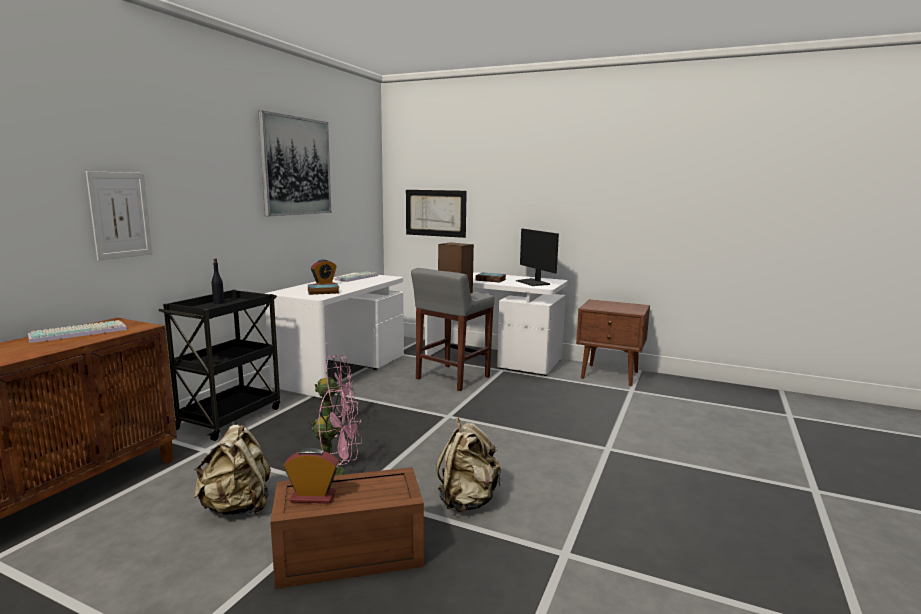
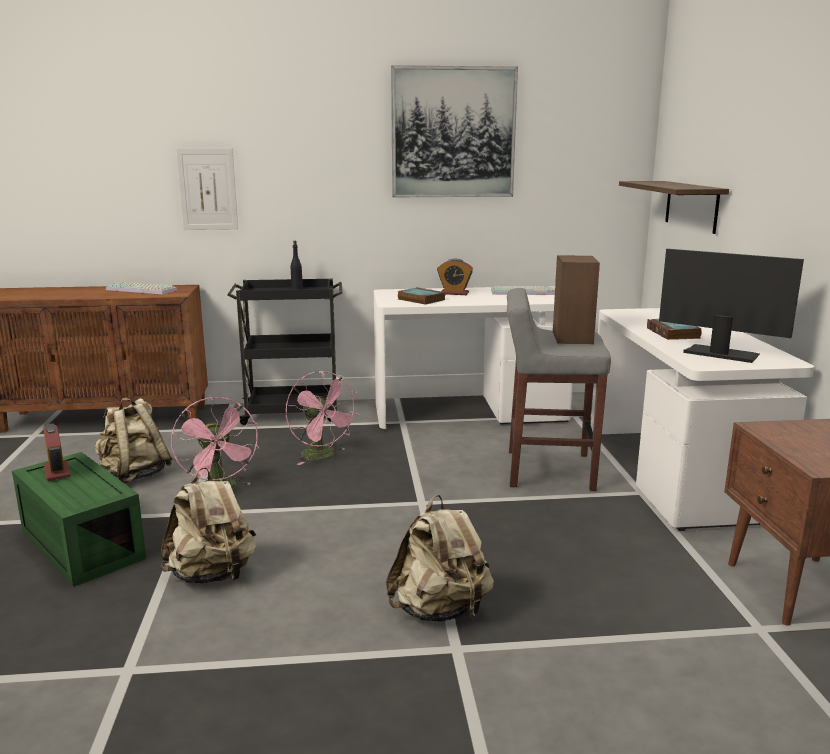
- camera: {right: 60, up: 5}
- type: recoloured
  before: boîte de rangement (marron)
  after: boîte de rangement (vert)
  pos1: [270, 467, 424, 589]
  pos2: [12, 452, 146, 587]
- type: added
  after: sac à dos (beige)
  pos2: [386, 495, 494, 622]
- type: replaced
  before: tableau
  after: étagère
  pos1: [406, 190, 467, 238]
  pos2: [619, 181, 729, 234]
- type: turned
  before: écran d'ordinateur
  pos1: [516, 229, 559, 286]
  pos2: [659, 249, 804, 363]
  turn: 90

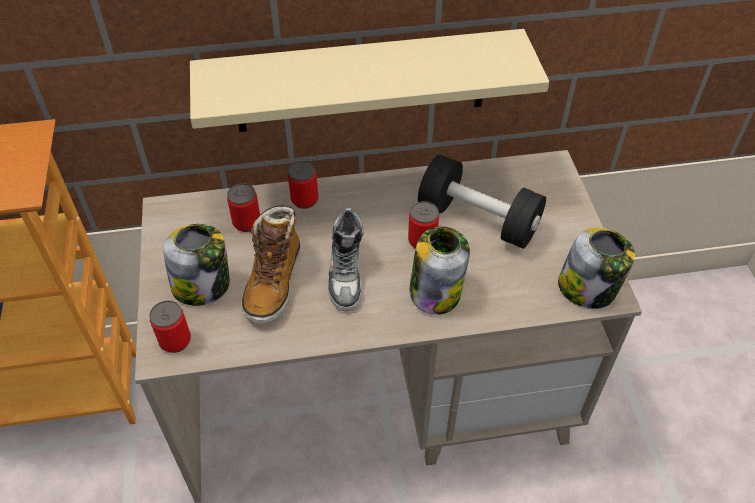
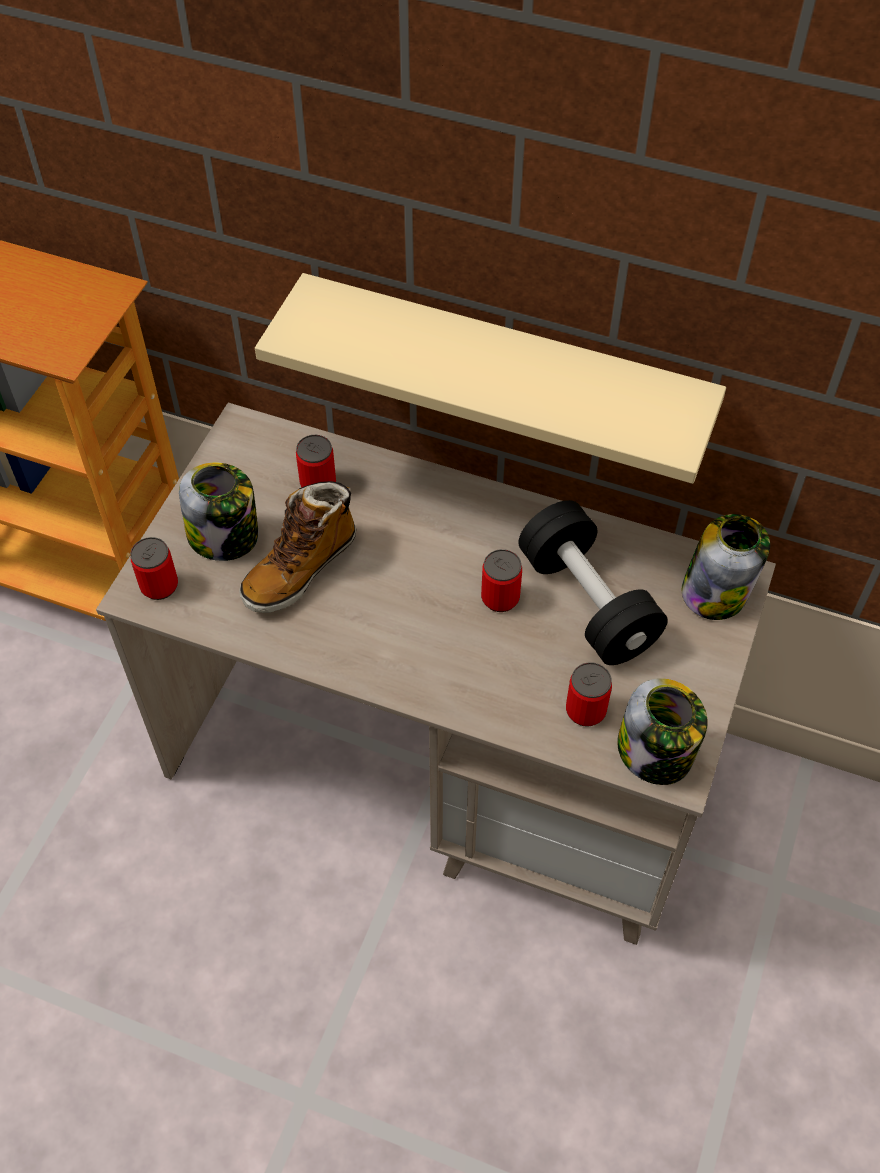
- camera: {right: 30, up: 5}
- type: moved
  before: boîte métallique
  pos1: [288, 161, 318, 209]
  pos2: [566, 662, 612, 727]
- type: moved
  before: bocal
  pos1: [409, 226, 470, 315]
  pos2: [681, 514, 770, 620]
- type: removed
  before: chaussure
  pos1: [328, 208, 364, 311]

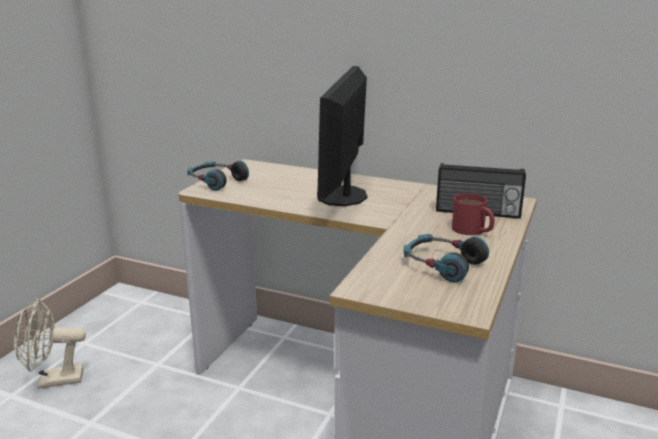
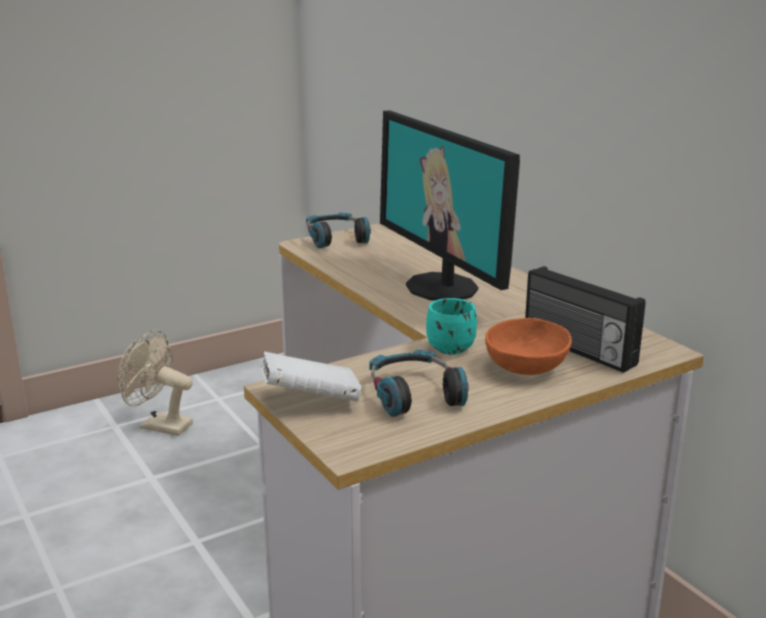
- camera: {right: 35, up: 0}
- type: added
  after: livre (blanc)
  pos2: [260, 352, 361, 402]
- type: turned
  before: écran d'ordinateur
  pos1: [317, 66, 367, 206]
  pos2: [380, 110, 520, 301]
  turn: -75
- type: added
  after: mug (turquoise)
  pos2: [426, 298, 477, 355]
- type: replaced
  before: mug (rouge)
  after: bol (orange)
  pos1: [452, 193, 495, 235]
  pos2: [485, 318, 572, 375]

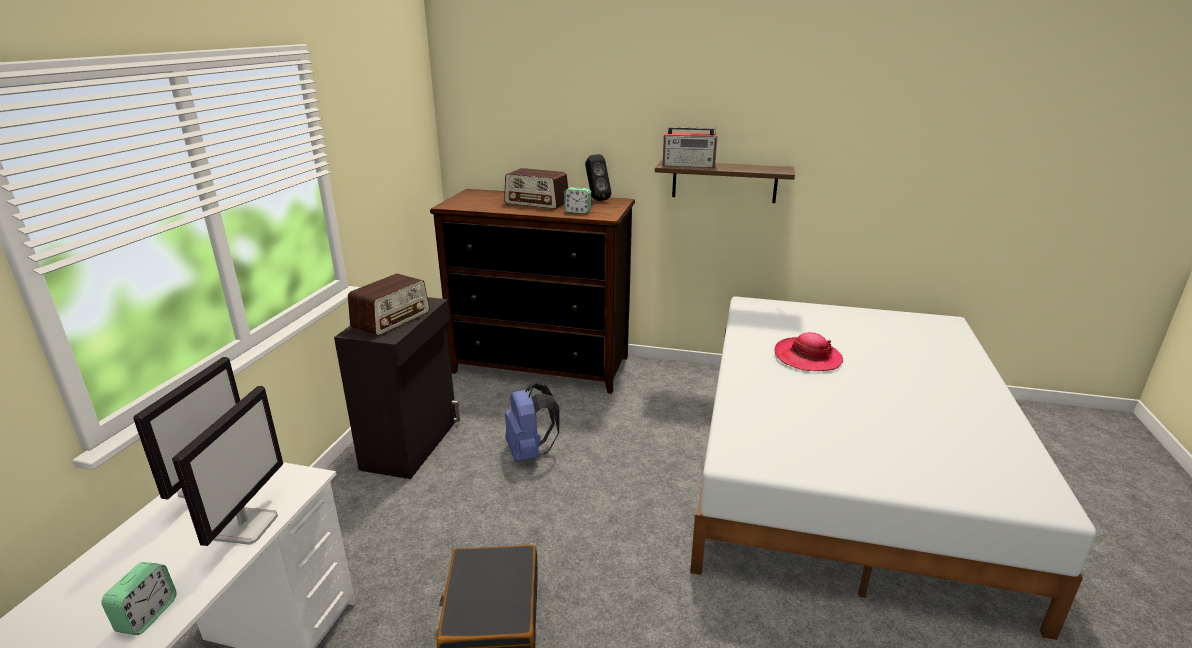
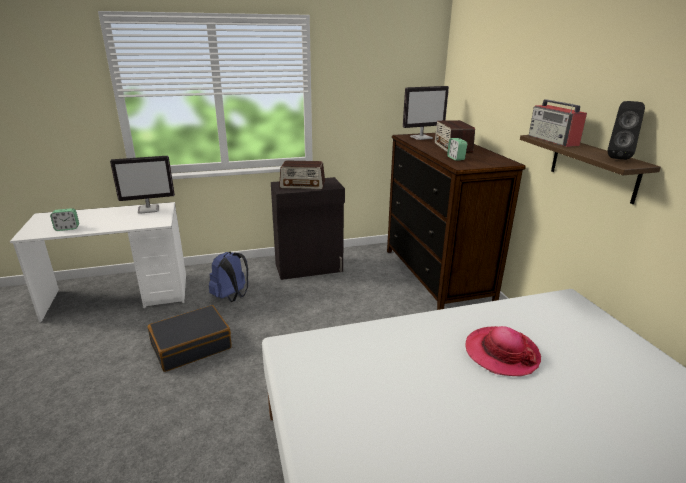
- camera: {right: 60, up: 0}
- type: moved
  before: sac à dos (bleu)
  pos1: [505, 383, 560, 462]
  pos2: [209, 252, 248, 302]
- type: moved
  before: écran d'ordinateur
  pos1: [172, 386, 283, 546]
  pos2: [403, 86, 449, 140]
- type: moved
  before: enceinte (noir)
  pos1: [585, 154, 611, 201]
  pos2: [608, 101, 645, 160]

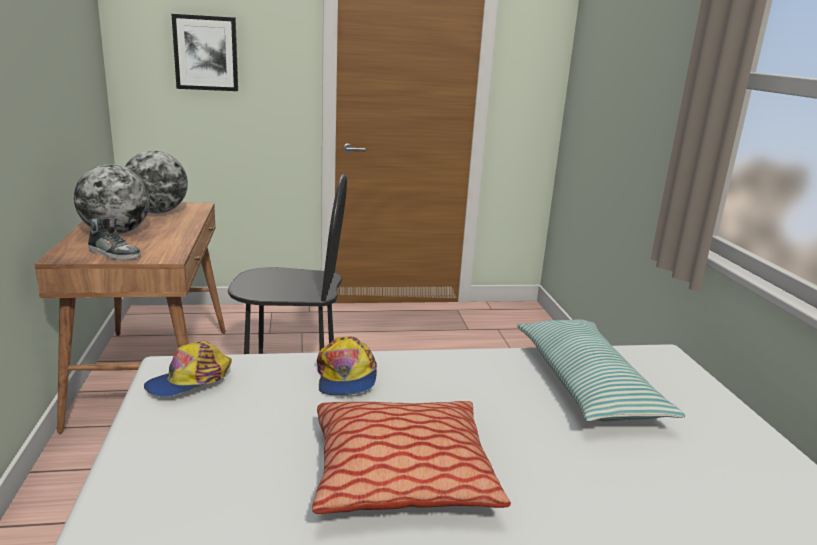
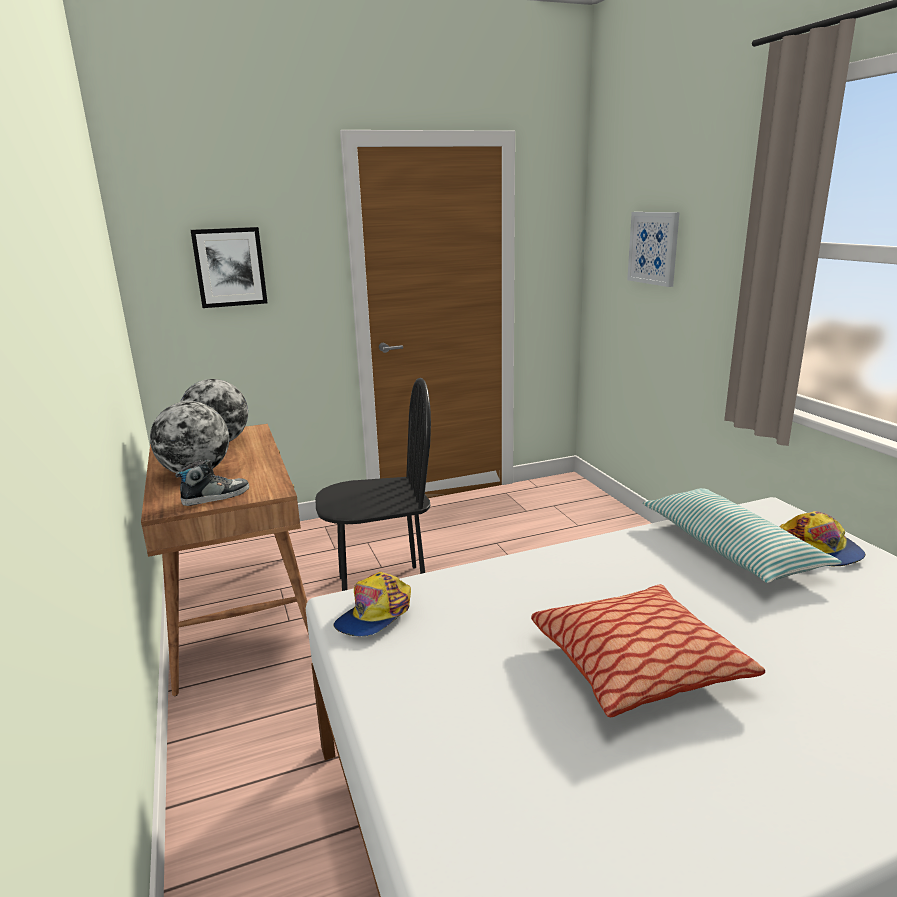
- camera: {right: -10, up: 0}
- type: turned
  before: chaussure
  pos1: [88, 216, 141, 260]
  pos2: [175, 460, 249, 506]
  turn: -45
- type: added
  after: tableau
  pos2: [627, 212, 680, 287]
- type: moved
  before: casquette
  pos1: [317, 336, 377, 396]
  pos2: [780, 511, 866, 566]

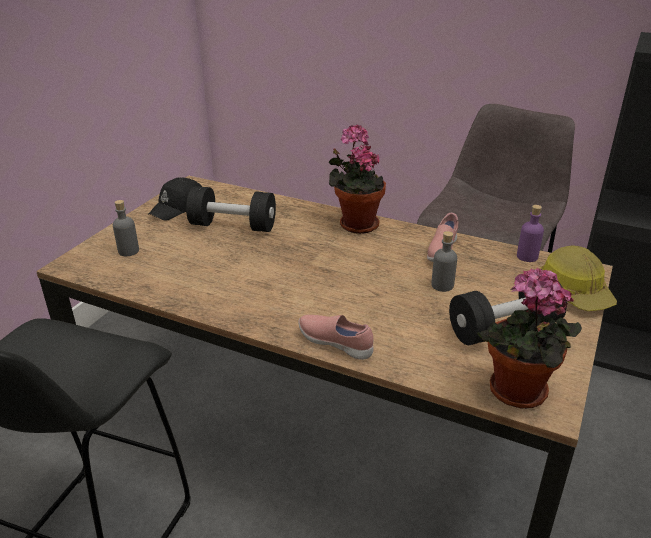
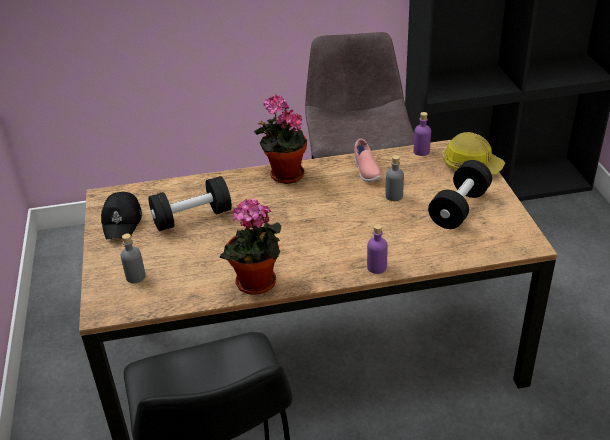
- camera: {right: -35, up: 5}
- type: moved
  before: plante en pot
  pos1: [477, 268, 582, 409]
  pos2: [219, 198, 281, 295]
- type: replaced
  before: chaussure (rose)
  after: bouteille (violet)
  pos1: [298, 315, 374, 360]
  pos2: [367, 224, 388, 274]

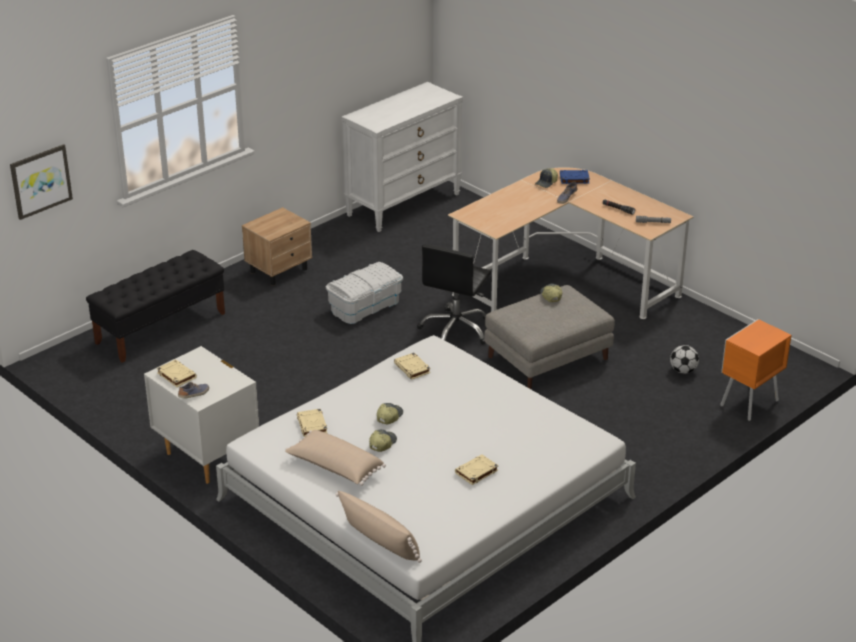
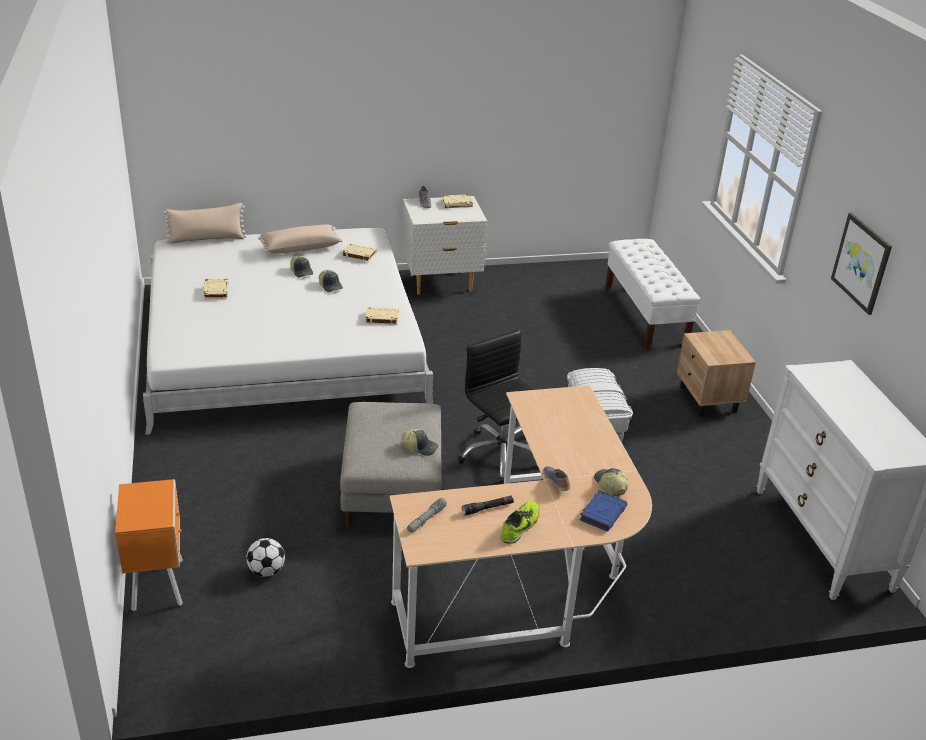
- camera: {right: 120, up: 0}
- type: added
  after: chaussure
  pos2: [501, 501, 540, 544]
- type: recoloured
  before: banc (noir)
  after: banc (blanc)
  pos1: [86, 250, 225, 363]
  pos2: [605, 239, 701, 349]
- type: moved
  before: tableau
  pos1: [10, 144, 73, 220]
  pos2: [831, 213, 892, 315]

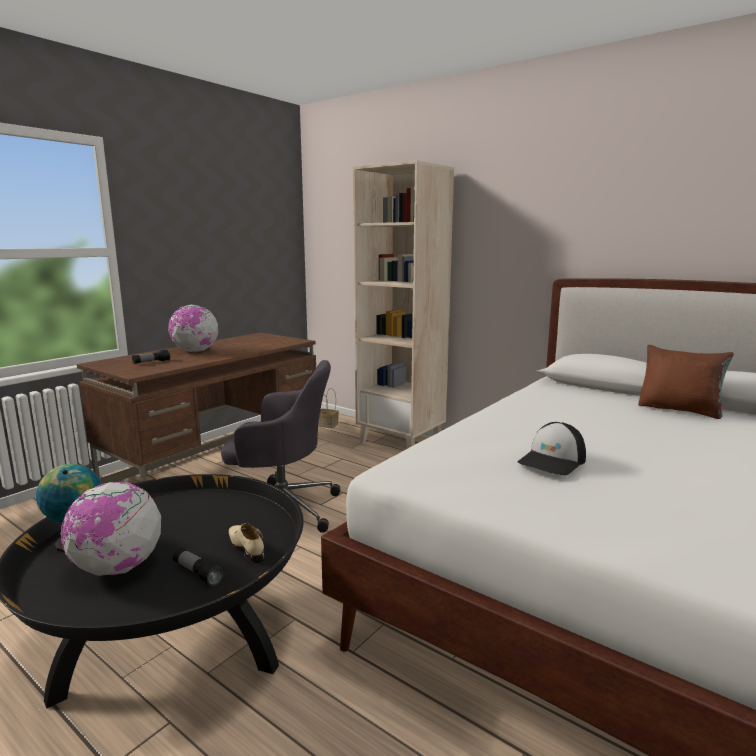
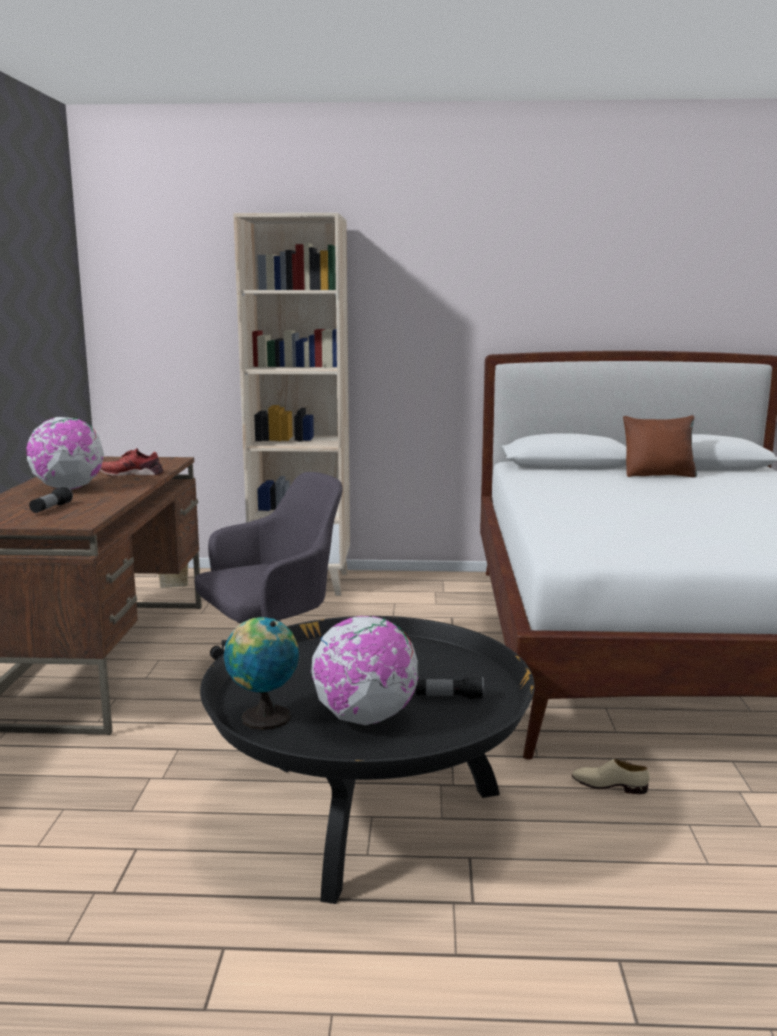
- camera: {right: -35, up: 0}
- type: added
  after: chaussure (rouge)
  pos2: [100, 448, 163, 476]
- type: moved
  before: chaussure (beige)
  pos1: [229, 523, 265, 563]
  pos2: [572, 759, 650, 794]
- type: removed
  before: casquette
  pos1: [517, 422, 586, 476]

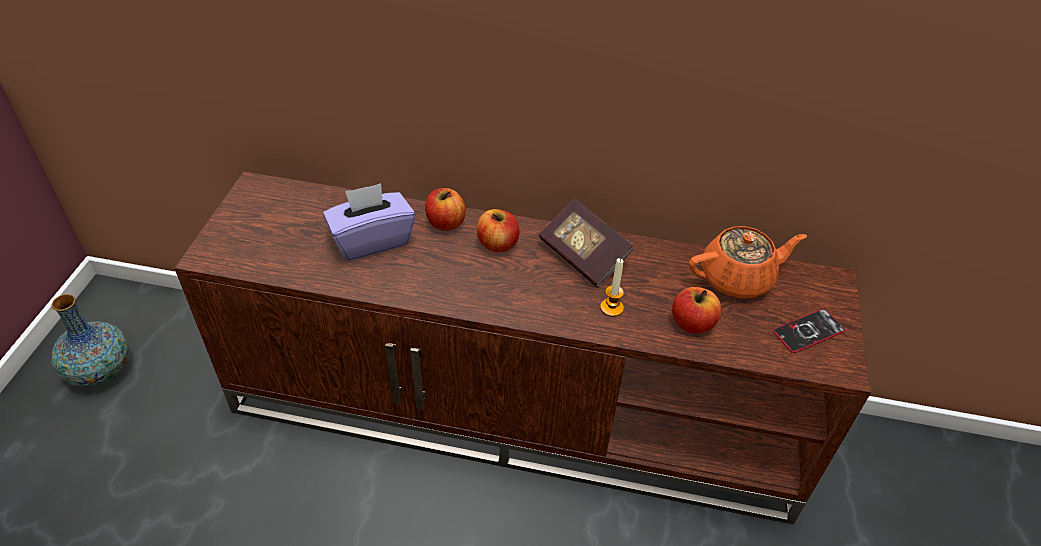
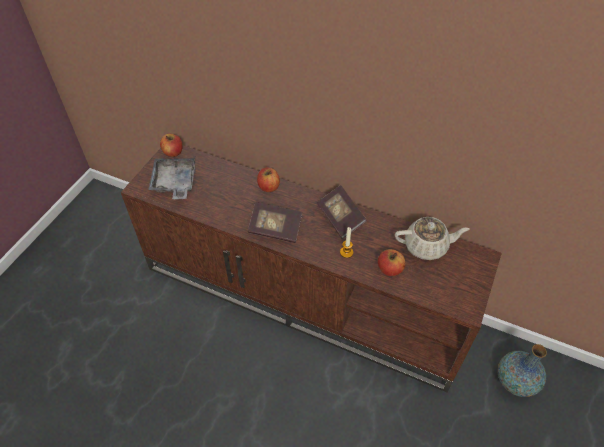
- camera: {right: 15, up: 5}
- type: added
  after: plateau (gris)
  pos2: [148, 158, 196, 199]
- type: moved
  before: pomme
  pos1: [477, 209, 519, 252]
  pos2: [160, 134, 183, 157]
- type: added
  after: livre
  pos2: [248, 202, 302, 243]
- type: recoloured
  before: théière (orange)
  after: théière (beige)
  pos1: [689, 226, 807, 298]
  pos2: [395, 217, 469, 260]
- type: moved
  before: vase
  pos1: [51, 294, 129, 387]
  pos2: [497, 344, 547, 397]
- type: removed
  before: boîte à mouchoirs (violet)
  pos1: [323, 183, 415, 261]
- type: removed
  before: téléphone
  pos1: [773, 309, 845, 353]

